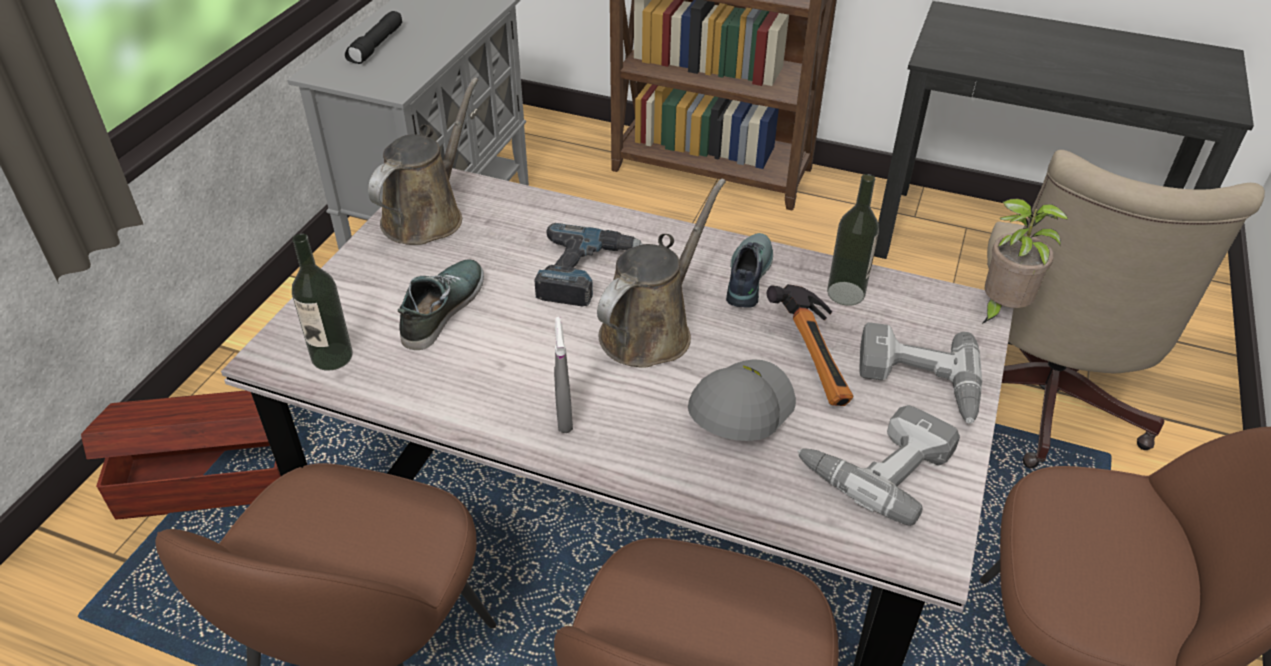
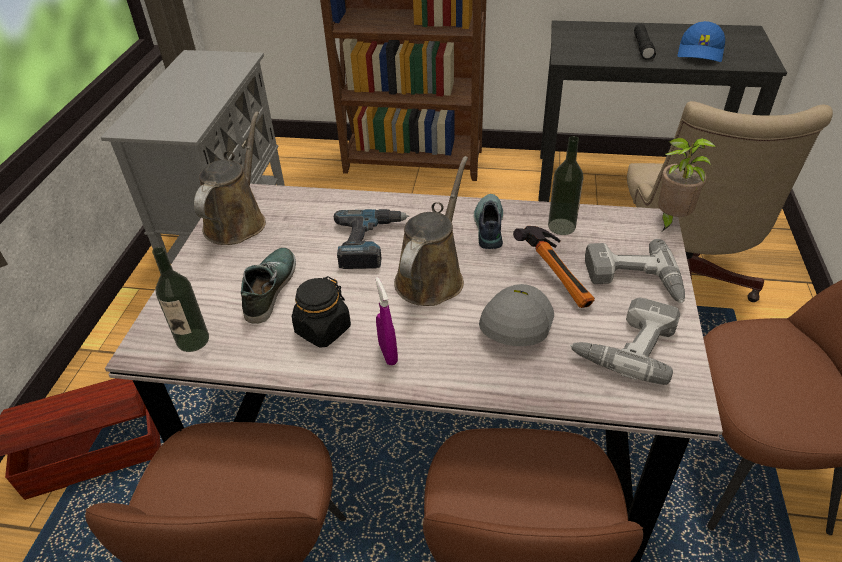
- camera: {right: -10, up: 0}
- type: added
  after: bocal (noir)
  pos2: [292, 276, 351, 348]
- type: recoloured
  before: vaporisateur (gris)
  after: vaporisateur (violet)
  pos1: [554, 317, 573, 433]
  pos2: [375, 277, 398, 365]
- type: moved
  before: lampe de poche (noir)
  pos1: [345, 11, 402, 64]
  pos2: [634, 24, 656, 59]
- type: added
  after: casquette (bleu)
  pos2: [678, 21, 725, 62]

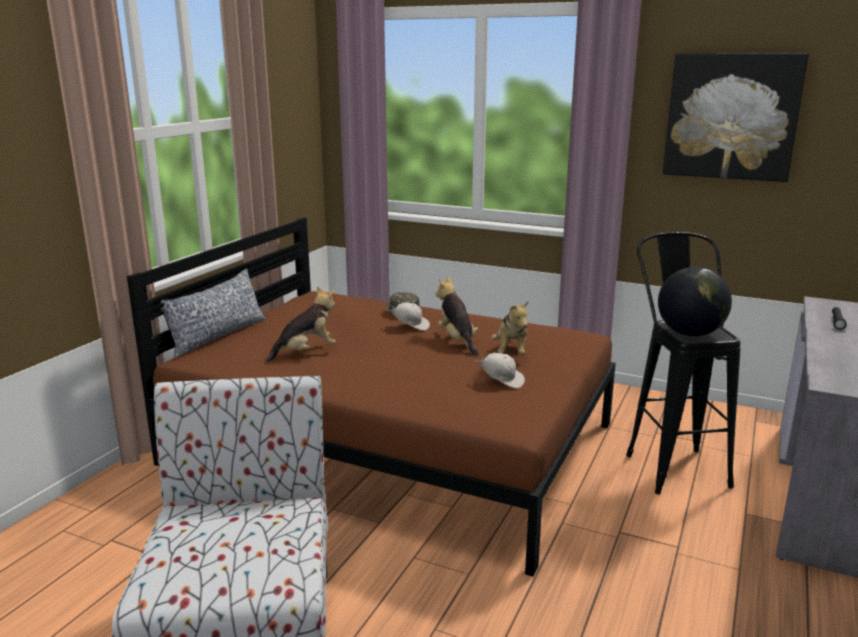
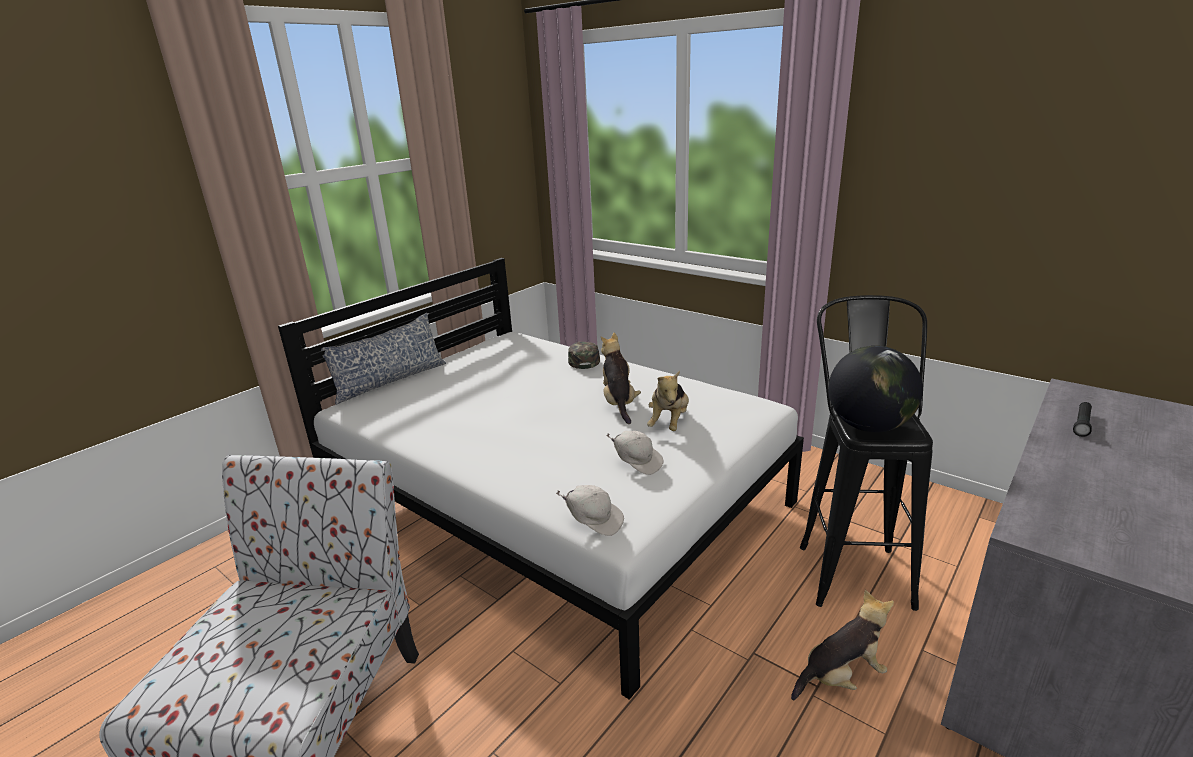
- camera: {right: 15, up: 5}
- type: recoloured
  before: lit (marron)
  after: lit (blanc)
  pos1: [127, 218, 616, 577]
  pos2: [278, 258, 804, 700]
- type: moved
  before: casquette (blanc)
  pos1: [386, 302, 430, 331]
  pos2: [556, 485, 624, 536]
- type: moved
  before: peluche
  pos1: [266, 286, 336, 363]
  pos2: [791, 590, 894, 701]
- type: removed
  before: tableau
  pos1: [663, 53, 809, 182]

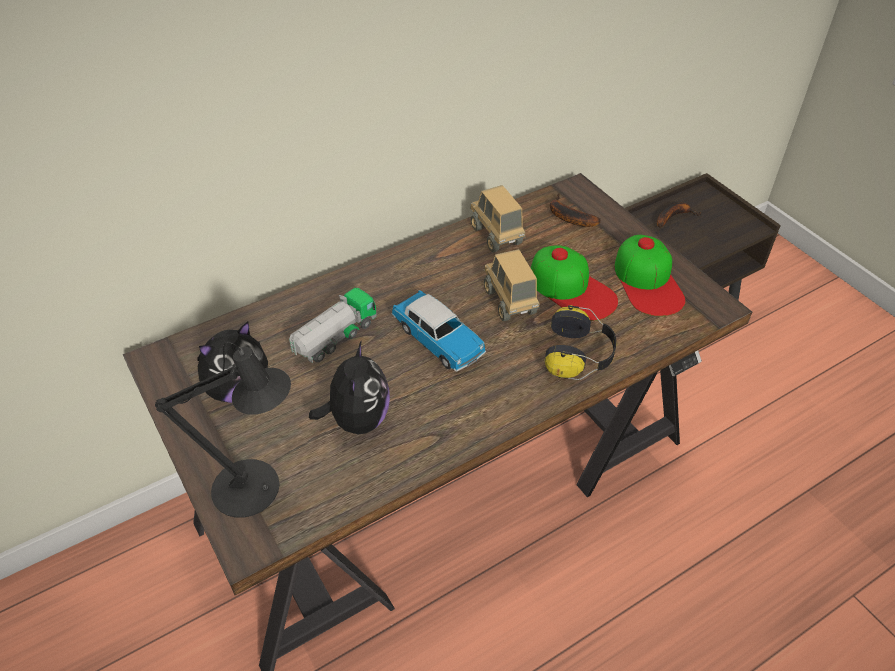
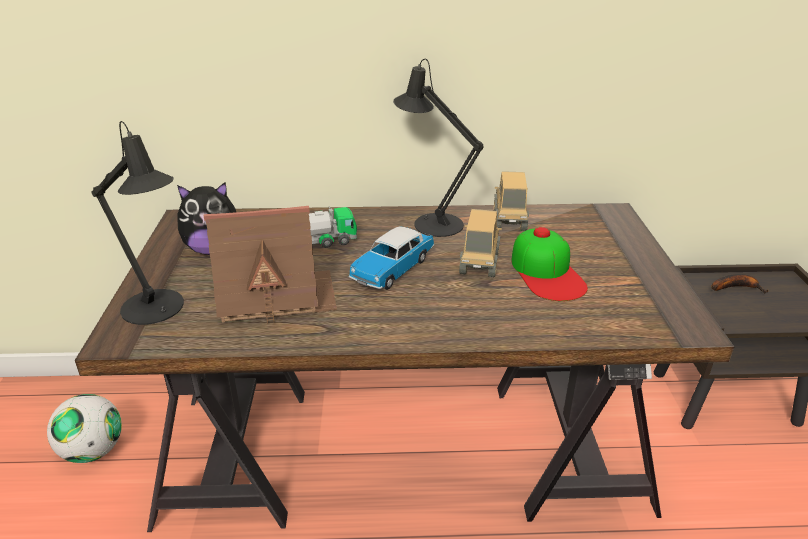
- camera: {right: 30, up: -15}
- type: added
  after: ballon de foot
  pos2: [47, 394, 122, 463]
- type: replaced
  before: peluche
  after: maison miniature
  pos1: [309, 340, 390, 434]
  pos2: [204, 206, 337, 324]
- type: turned
  before: petite voiture
  pos1: [392, 290, 486, 372]
  pos2: [349, 226, 434, 290]
  turn: 45
- type: added
  after: lampe de table (noir)
  pos2: [393, 59, 484, 237]
- type: removed
  before: casque audio
  pos1: [545, 305, 616, 380]
- type: removed
  before: banane
  pos1: [550, 193, 601, 227]
- type: removed
  before: casquette
  pos1: [614, 235, 685, 316]

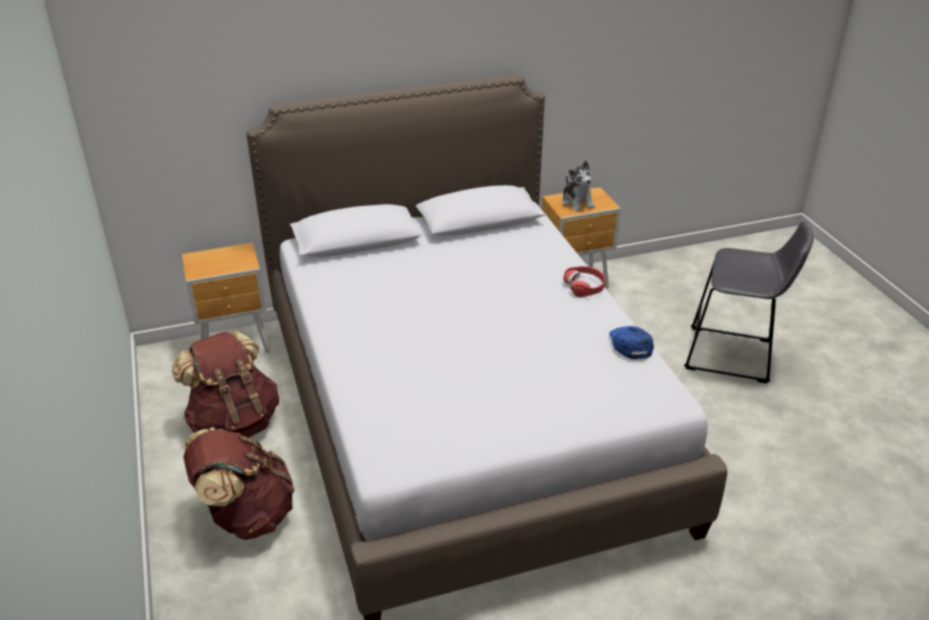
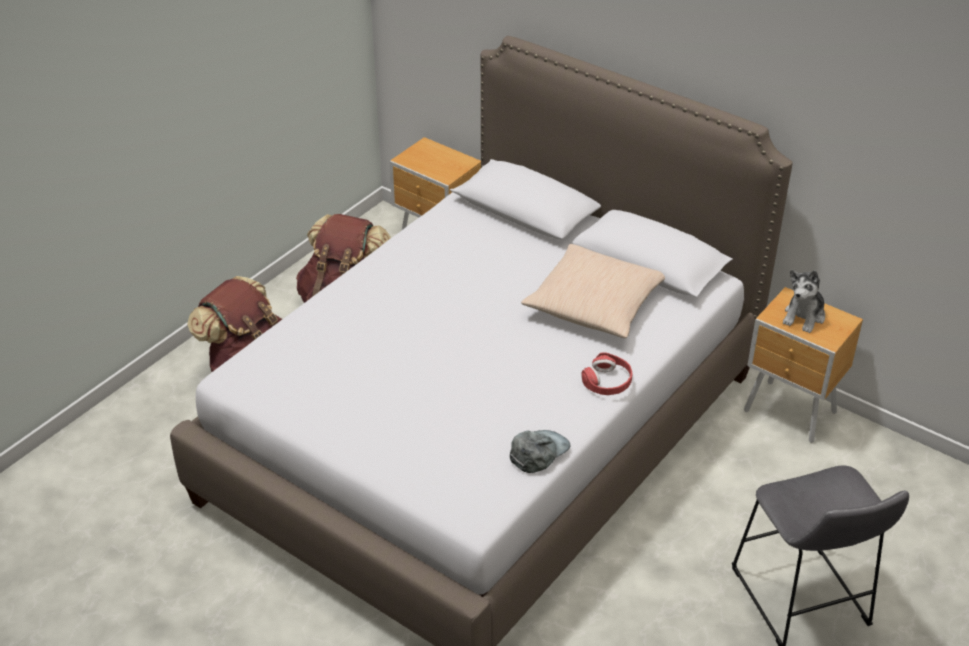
- camera: {right: 55, up: 5}
- type: recoloured
  before: casquette (bleu)
  after: casquette (gris)
  pos1: [609, 326, 654, 359]
  pos2: [510, 430, 570, 473]
- type: added
  after: coussin (beige)
  pos2: [521, 244, 665, 338]

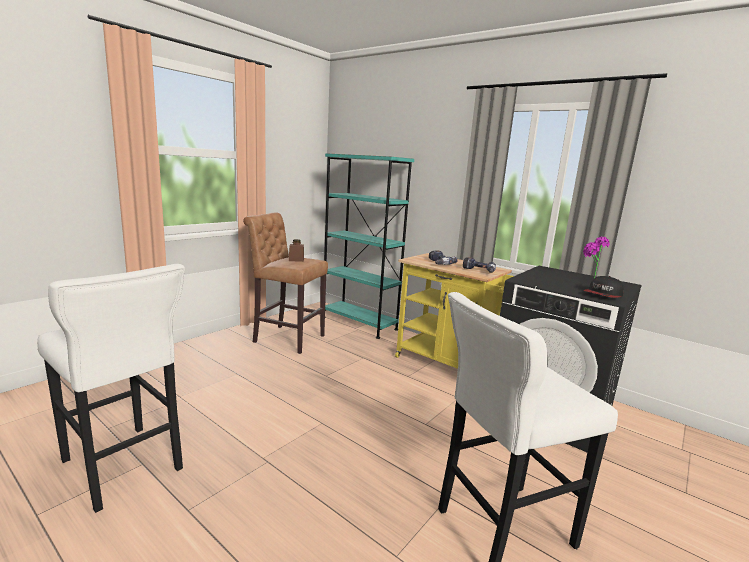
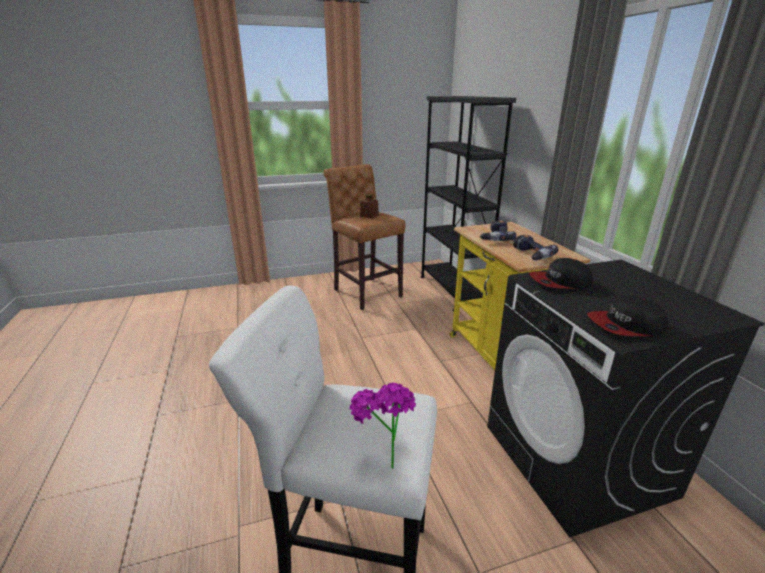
- camera: {right: 35, up: 10}
- type: moved
  before: plante en pot
  pos1: [583, 237, 610, 278]
  pos2: [350, 382, 416, 469]
- type: recoloured
  before: bibliothèque (turquoise)
  after: bibliothèque (noir)
  pos1: [324, 153, 414, 339]
  pos2: [421, 96, 516, 311]
- type: added
  after: casquette
  pos2: [529, 258, 593, 289]
- type: removed
  before: tabouret (blanc)
  pos1: [37, 264, 185, 513]

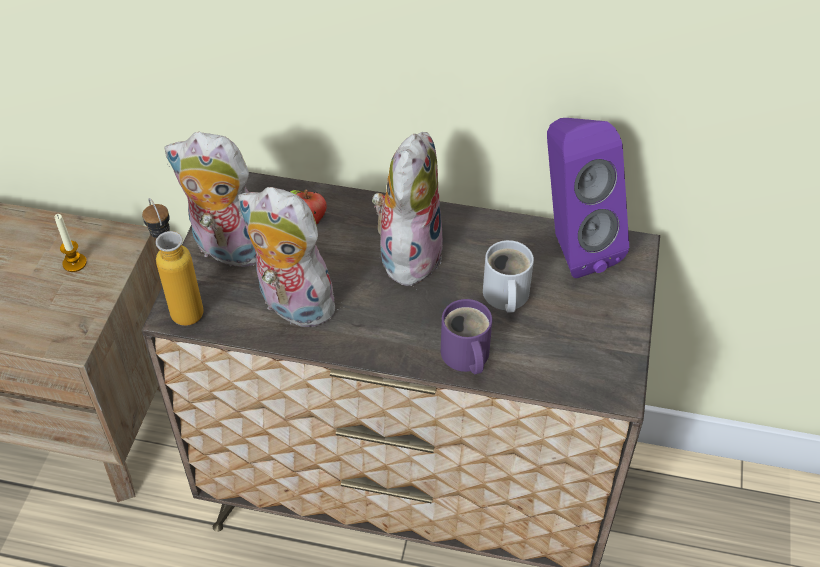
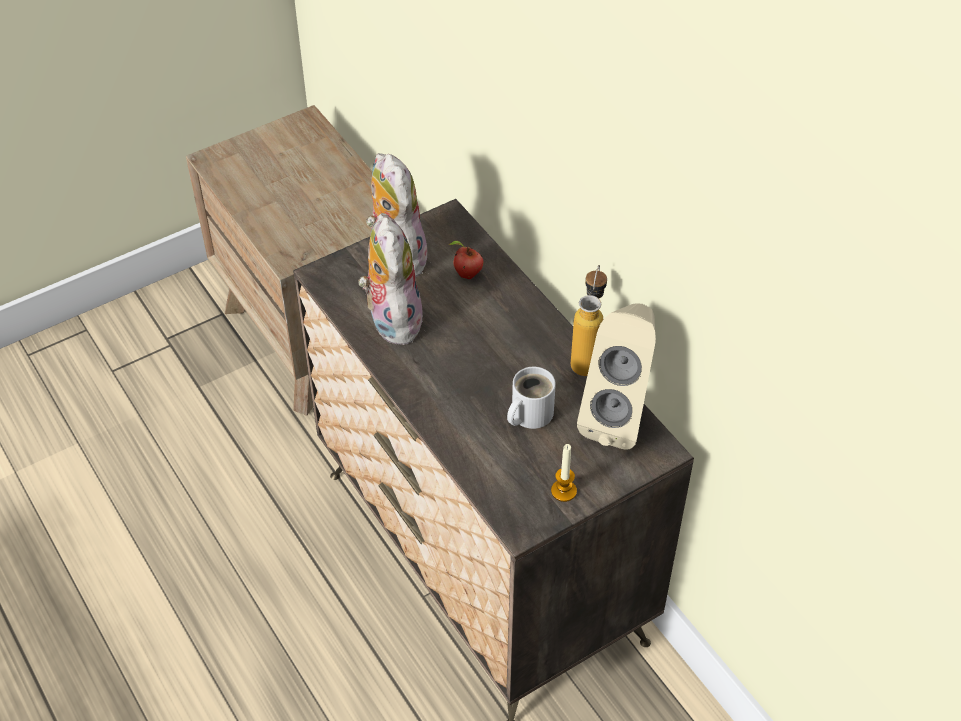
- camera: {right: 45, up: 0}
- type: moved
  before: bougie
  pos1: [55, 214, 87, 272]
  pos2: [551, 444, 577, 502]
- type: moved
  before: bouteille
  pos1: [142, 198, 204, 326]
  pos2: [571, 265, 607, 376]
- type: recoloured
  before: enceinte (violet)
  after: enceinte (beige)
  pos1: [547, 118, 629, 278]
  pos2: [577, 303, 656, 450]
- type: removed
  before: peluche
  pos1: [372, 132, 443, 286]
- type: removed
  before: mug (violet)
  pos1: [441, 299, 492, 374]

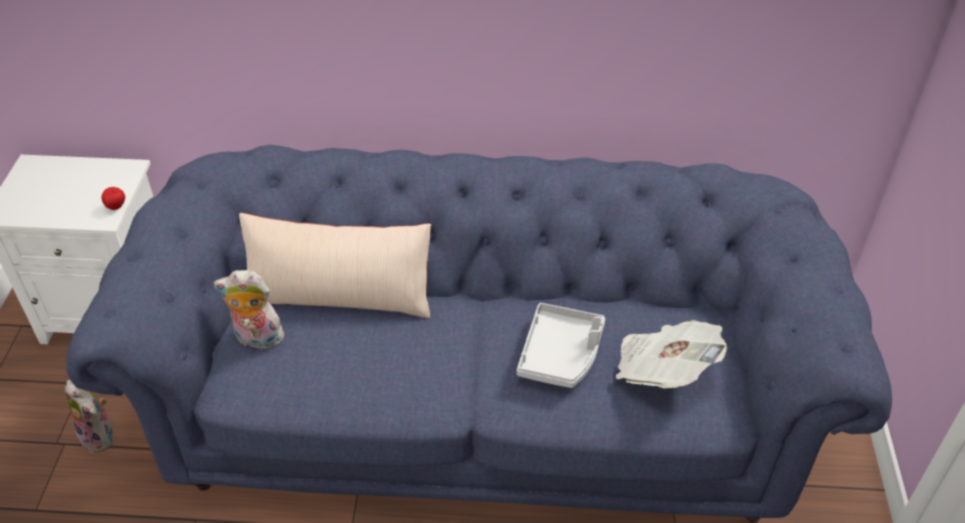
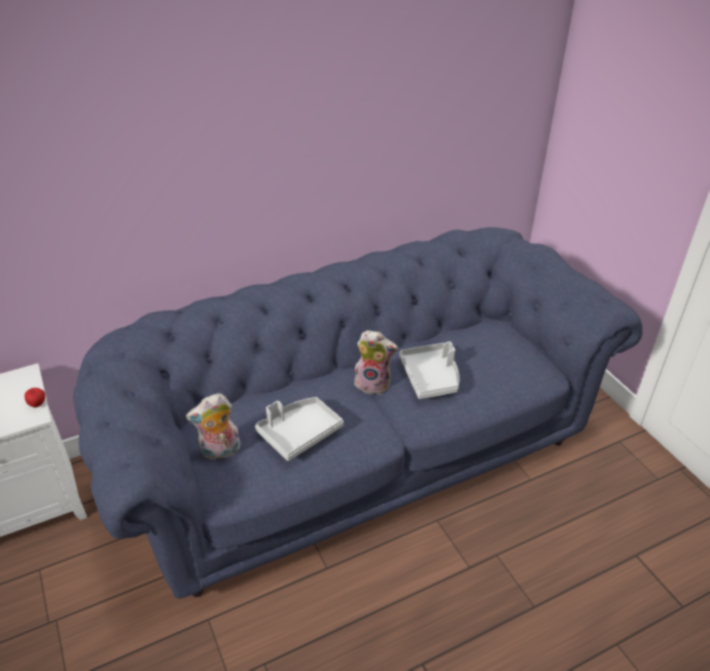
- camera: {right: -30, up: -5}
- type: added
  after: plateau (gris)
  pos2: [255, 397, 344, 461]
- type: moved
  before: peluche
  pos1: [65, 379, 114, 453]
  pos2: [352, 330, 398, 395]
- type: removed
  before: coussin (beige)
  pos1: [239, 213, 431, 318]
- type: removed
  before: journal
  pos1: [616, 320, 727, 388]

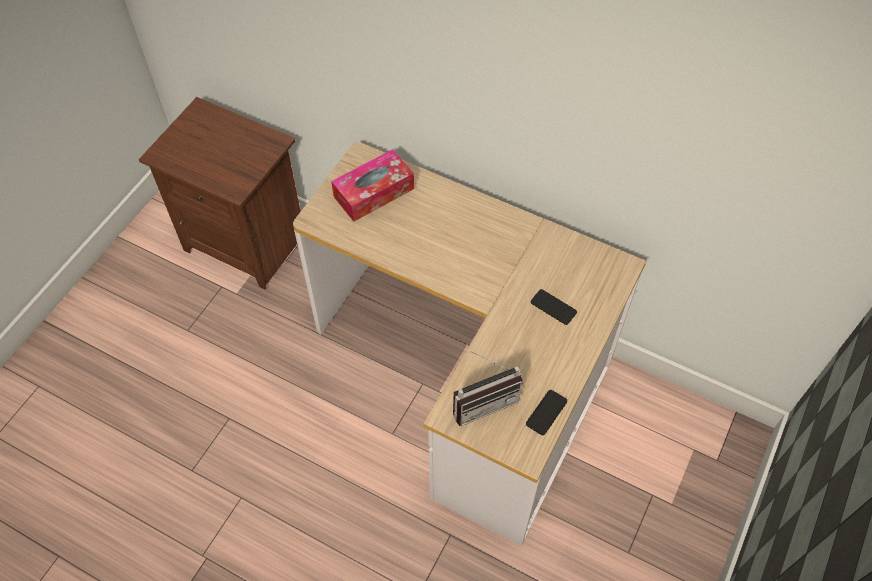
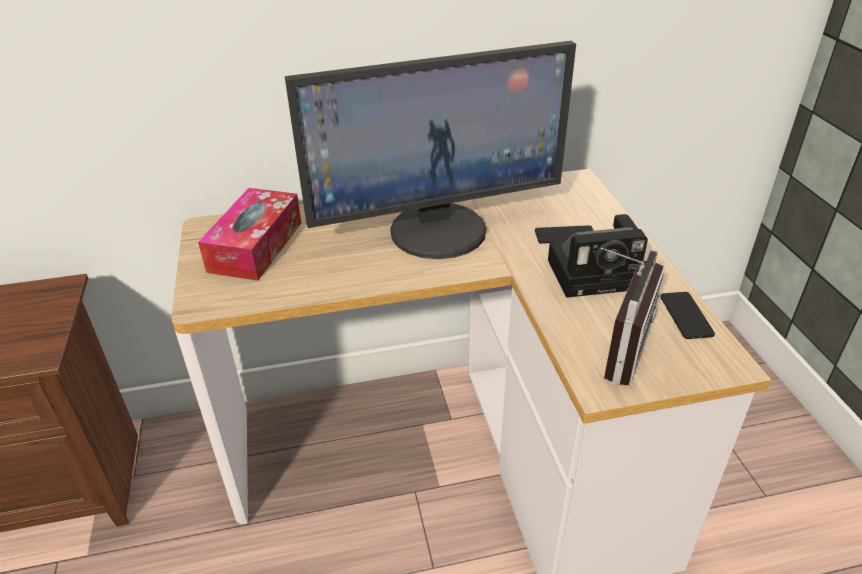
- camera: {right: -40, up: -20}
- type: added
  after: écran d'ordinateur
  pos2: [285, 41, 576, 259]
- type: added
  after: appareil photo
  pos2: [548, 214, 648, 298]

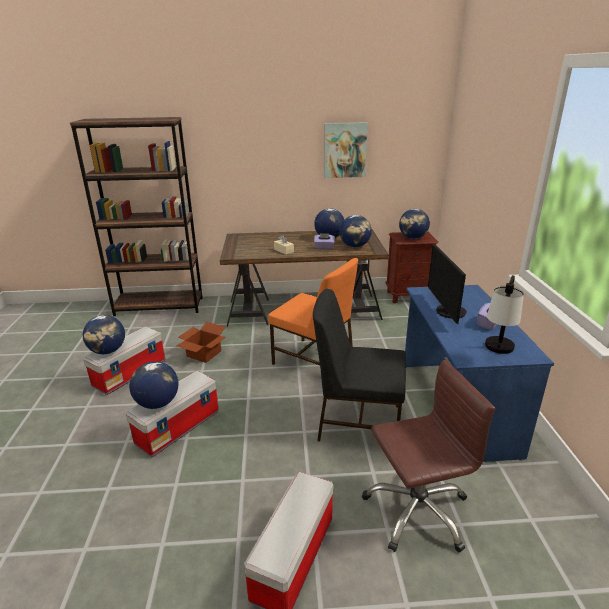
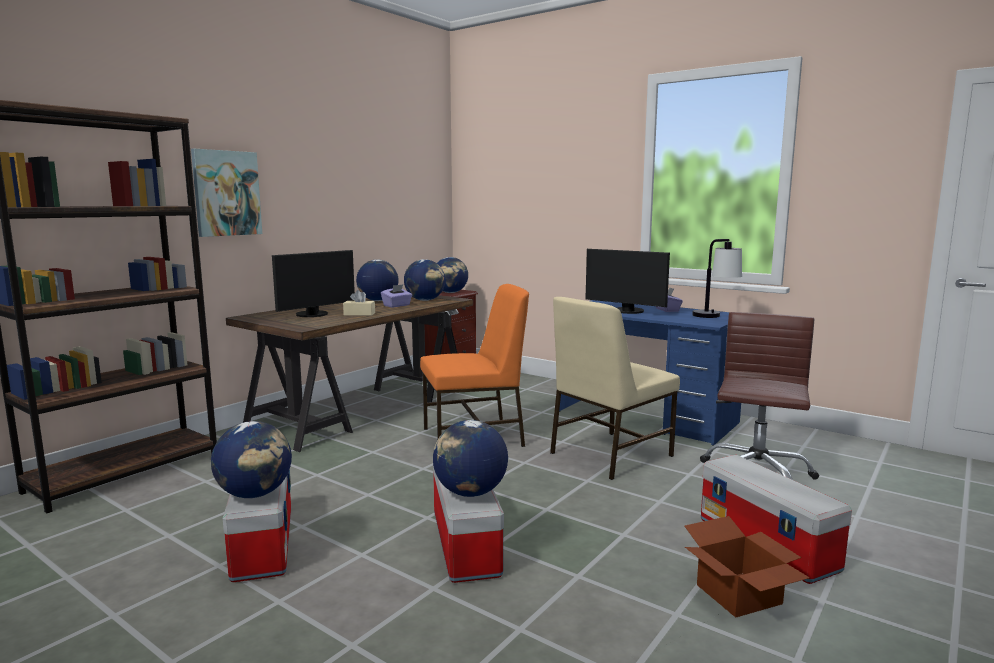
- camera: {right: -50, up: -15}
- type: moved
  before: tableau
  pos1: [324, 122, 368, 178]
  pos2: [191, 149, 262, 237]
- type: added
  after: écran d'ordinateur
  pos2: [272, 250, 355, 317]
- type: recoloured
  before: chaise (noir)
  after: chaise (beige)
  pos1: [313, 289, 406, 441]
  pos2: [550, 297, 680, 480]
- type: moved
  before: carton
  pos1: [177, 322, 226, 363]
  pos2: [685, 516, 810, 617]

